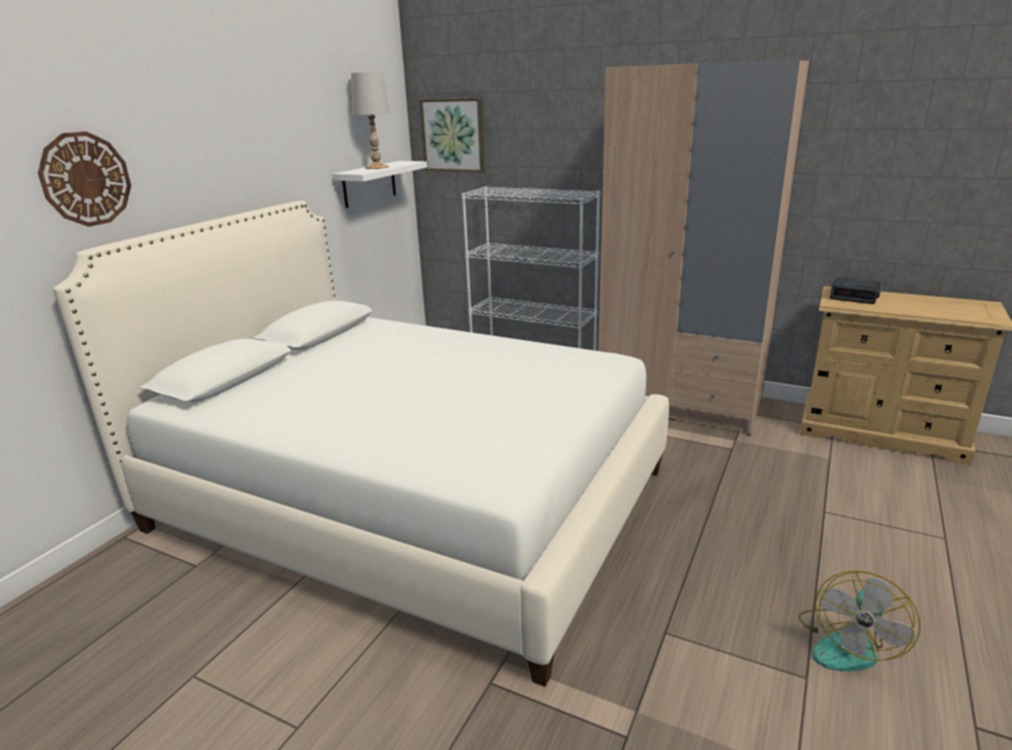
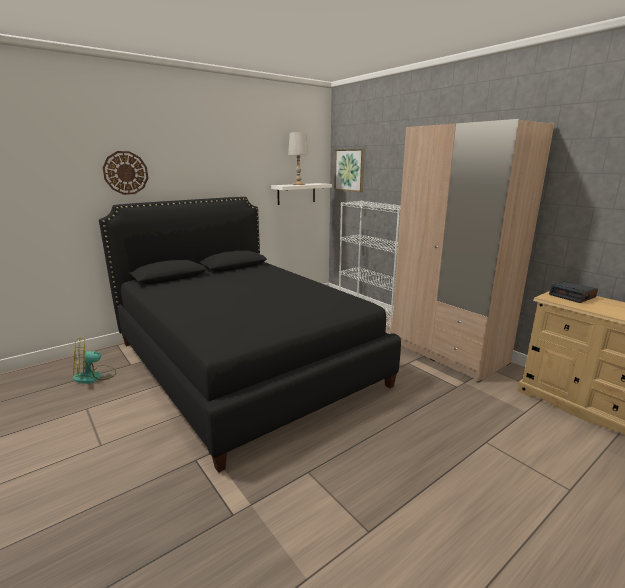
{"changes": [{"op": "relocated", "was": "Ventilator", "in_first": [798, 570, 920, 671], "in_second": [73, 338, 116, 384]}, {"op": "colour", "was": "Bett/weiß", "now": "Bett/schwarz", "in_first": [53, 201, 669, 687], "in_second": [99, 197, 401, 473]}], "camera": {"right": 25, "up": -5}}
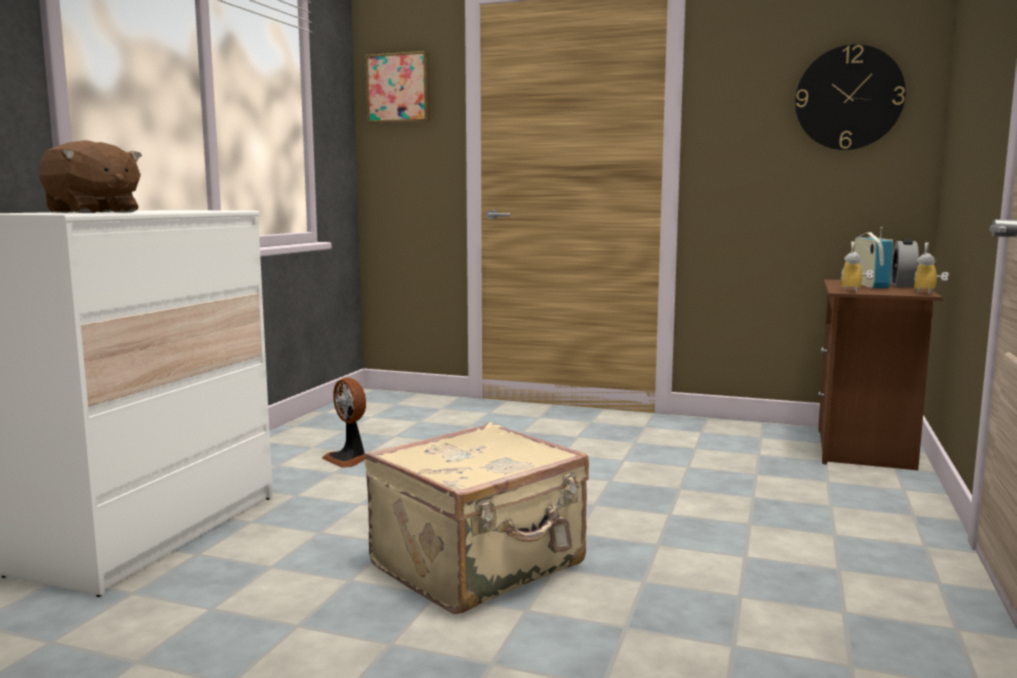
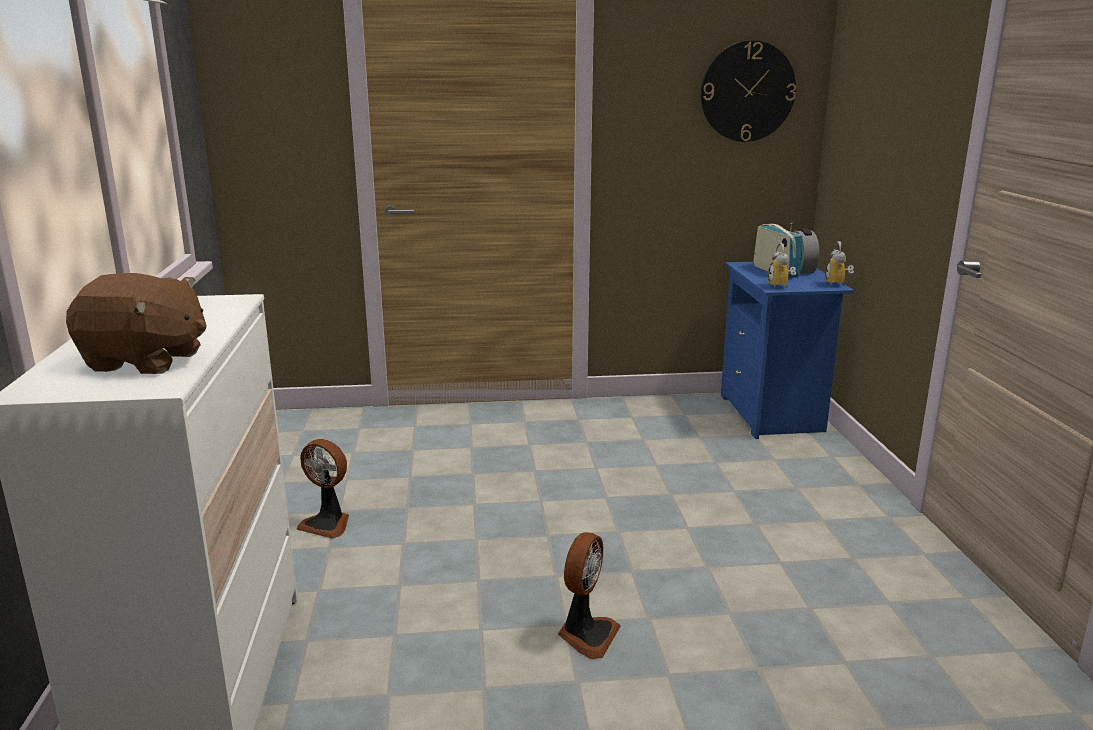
{"changes": [{"op": "exchanged", "was": "Koffer/beige", "now": "Ventilator", "in_first": [364, 422, 589, 614], "in_second": [558, 532, 621, 659]}, {"op": "colour", "was": "Nachttisch/braun", "now": "Nachttisch/blau", "in_first": [818, 279, 943, 470], "in_second": [721, 262, 854, 439]}, {"op": "missing", "was": "Bild", "in_first": [365, 51, 430, 123]}], "camera": {"right": -25, "up": 10}}
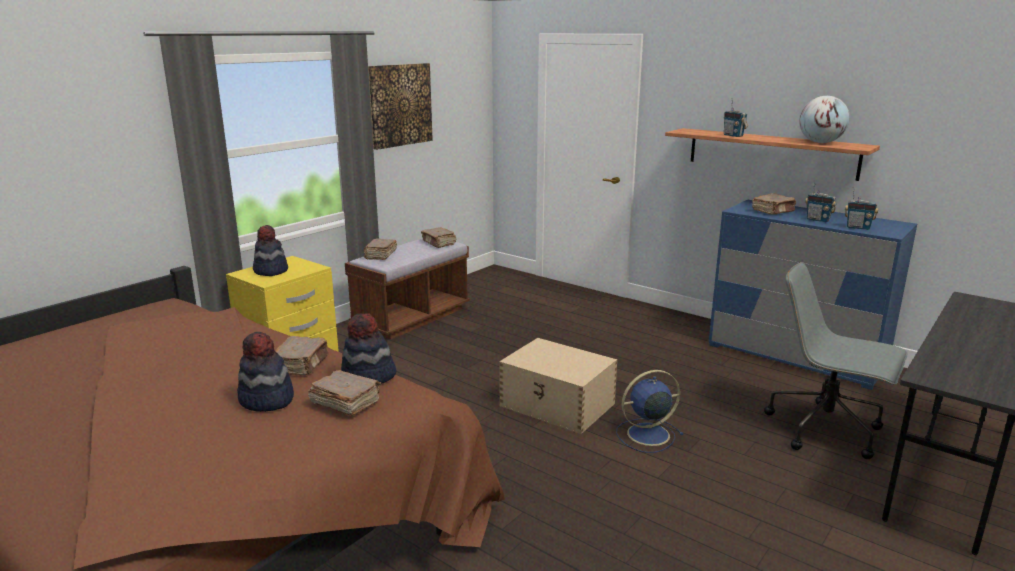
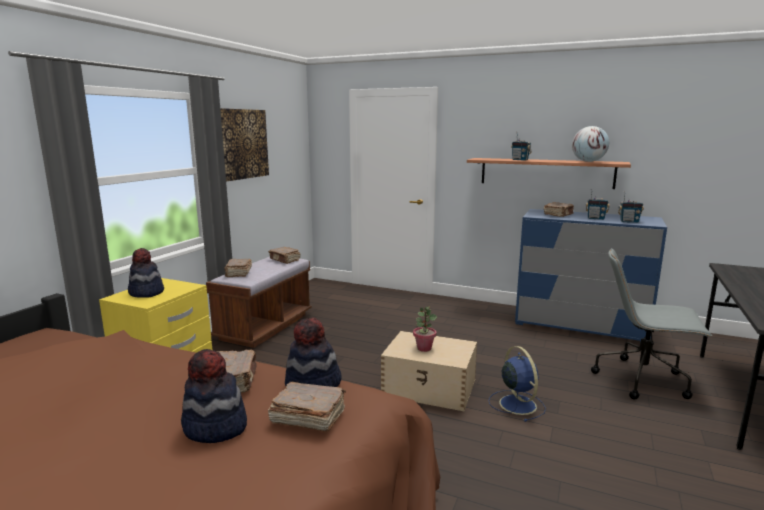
{"changes": [{"op": "appeared", "now": "Topfpflanze", "in_second": [413, 307, 437, 352]}, {"op": "spun", "was": "Ventilator/blau", "in_first": [616, 370, 684, 453], "in_second": [488, 346, 546, 422], "clockwise": 105}], "camera": {"right": -15, "up": -5}}
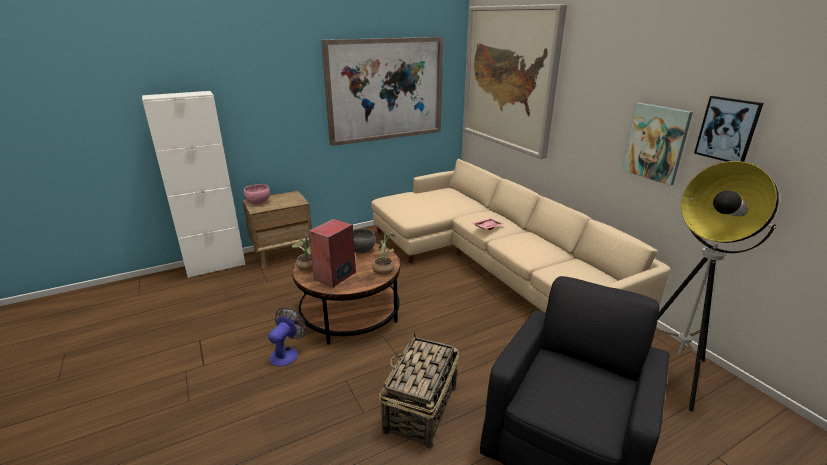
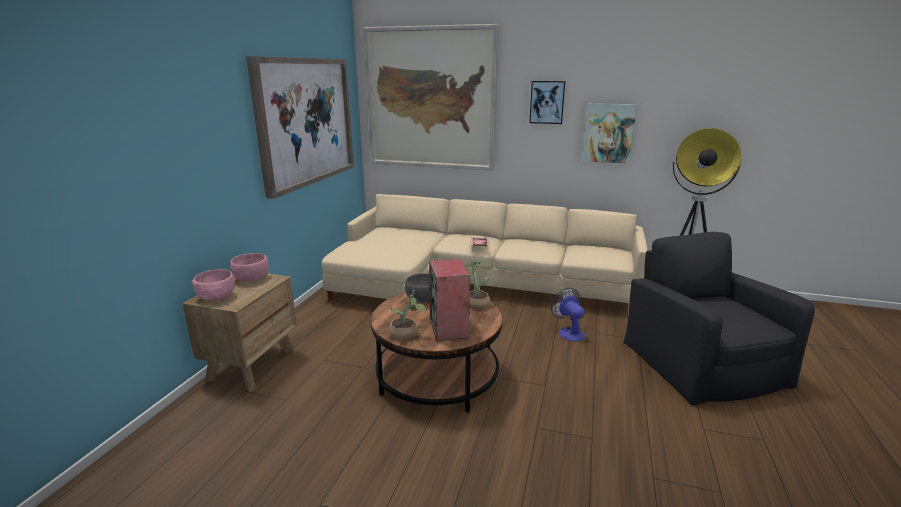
{"changes": [{"op": "appeared", "now": "Schüssel/rosa", "in_second": [230, 253, 269, 282]}, {"op": "relocated", "was": "Bild", "in_first": [694, 96, 764, 162], "in_second": [529, 81, 565, 124]}, {"op": "relocated", "was": "Ventilator", "in_first": [268, 307, 306, 366], "in_second": [551, 288, 585, 341]}, {"op": "missing", "was": "Schrank/weiß", "in_first": [142, 91, 245, 278]}, {"op": "missing", "was": "Korb", "in_first": [379, 332, 459, 449]}], "camera": {"right": -45, "up": -5}}
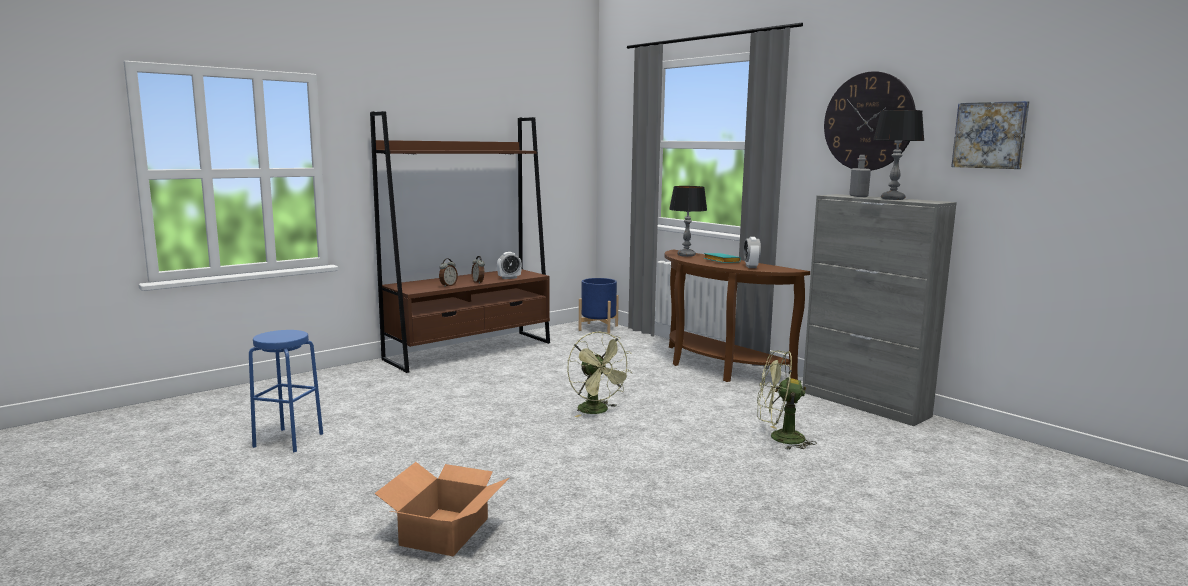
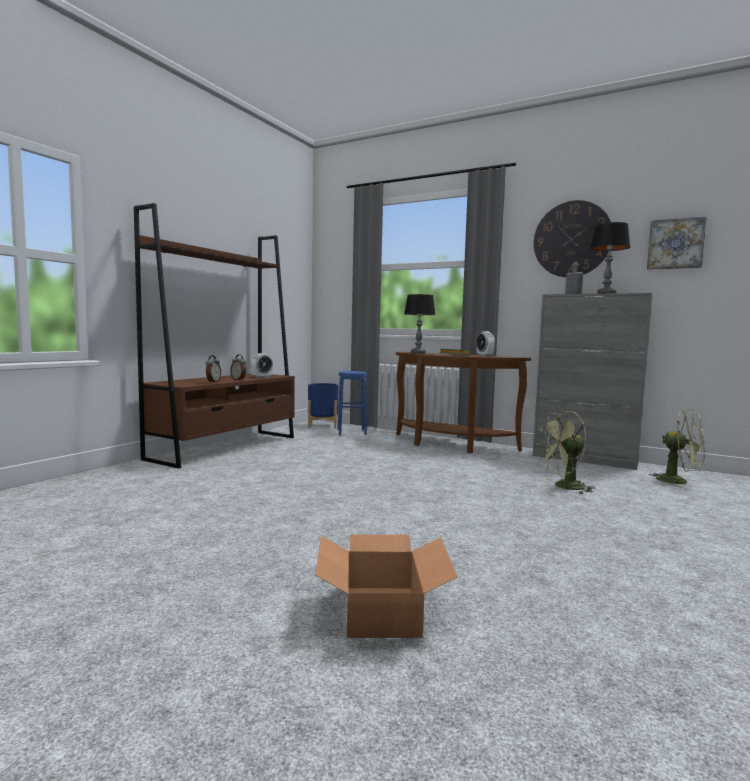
{"changes": [{"op": "relocated", "was": "Hocker/blau", "in_first": [249, 330, 323, 452], "in_second": [337, 371, 367, 435]}, {"op": "relocated", "was": "Ventilator/grün", "in_first": [567, 331, 633, 417], "in_second": [649, 410, 705, 487]}], "camera": {"right": -20, "up": -5}}
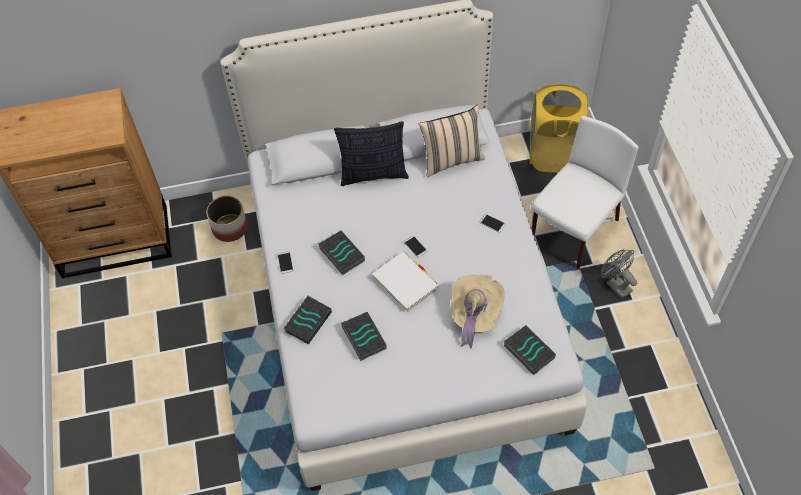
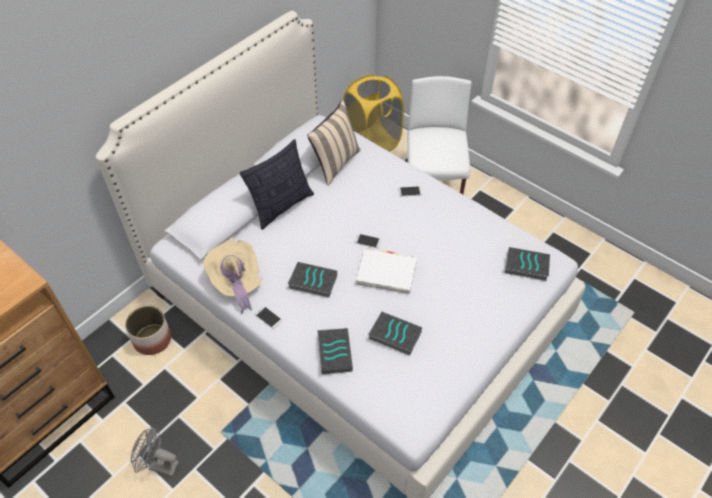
{"changes": [{"op": "relocated", "was": "Ventilator/grau", "in_first": [601, 250, 637, 299], "in_second": [131, 425, 179, 477]}, {"op": "relocated", "was": "Hut/beige", "in_first": [451, 275, 504, 349], "in_second": [203, 238, 263, 314]}], "camera": {"right": -40, "up": -5}}
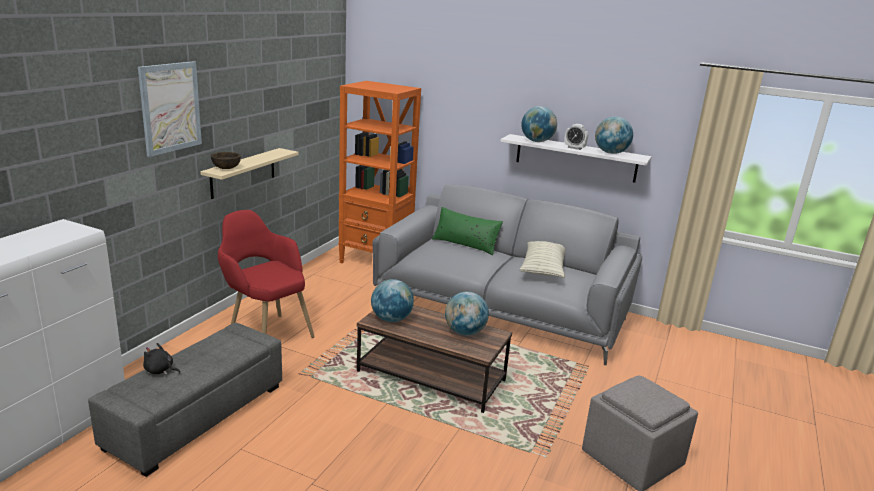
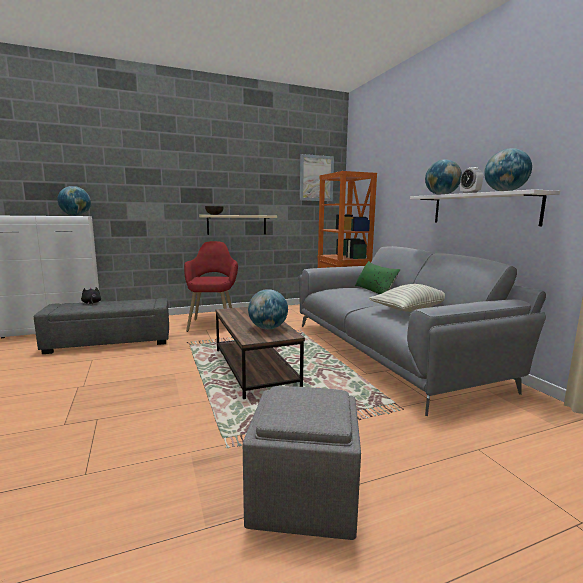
{"changes": [{"op": "relocated", "was": "Globus", "in_first": [371, 279, 414, 322], "in_second": [57, 186, 91, 216]}, {"op": "relocated", "was": "Bild", "in_first": [138, 61, 202, 157], "in_second": [300, 154, 334, 201]}], "camera": {"right": 45, "up": -10}}
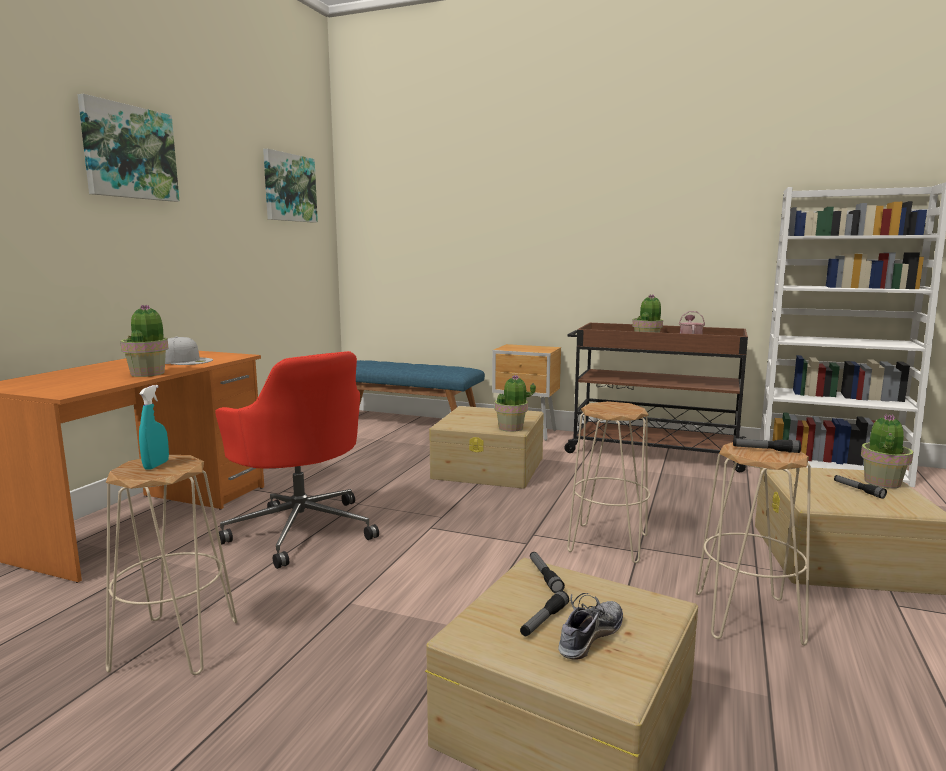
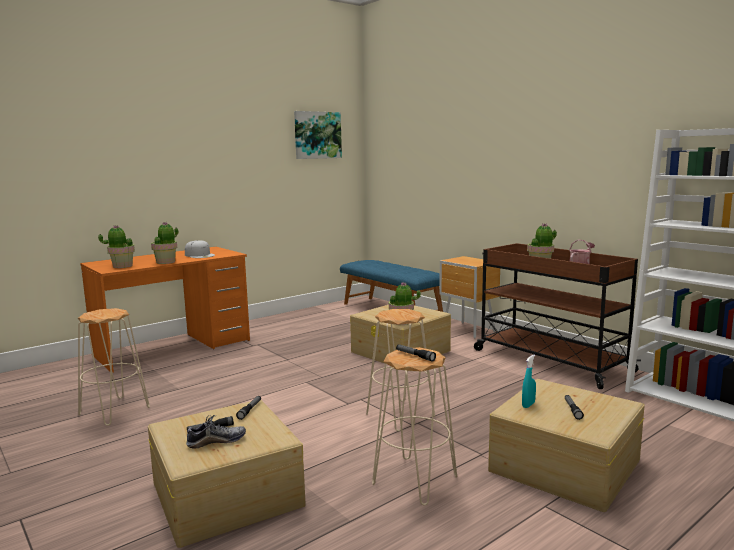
{"changes": [{"op": "relocated", "was": "Topfpflanze", "in_first": [861, 414, 913, 488], "in_second": [98, 225, 135, 268]}, {"op": "relocated", "was": "Sprühflasche/türkis", "in_first": [139, 385, 169, 470], "in_second": [522, 355, 536, 408]}, {"op": "missing", "was": "Bild", "in_first": [77, 94, 179, 202]}, {"op": "missing", "was": "Bürostuhl/rot", "in_first": [215, 351, 379, 569]}], "camera": {"right": 30, "up": 0}}
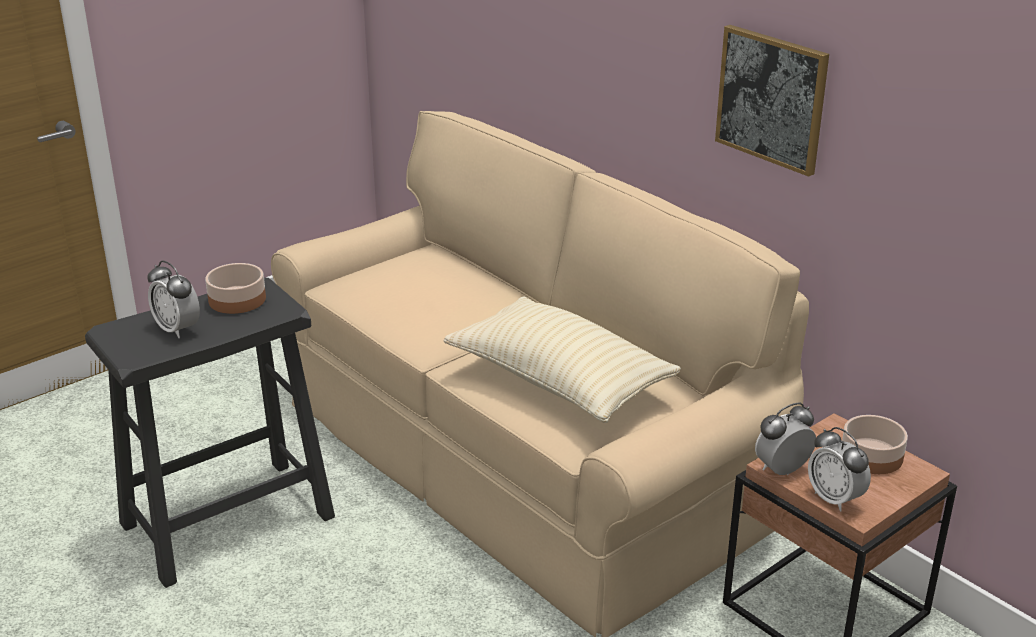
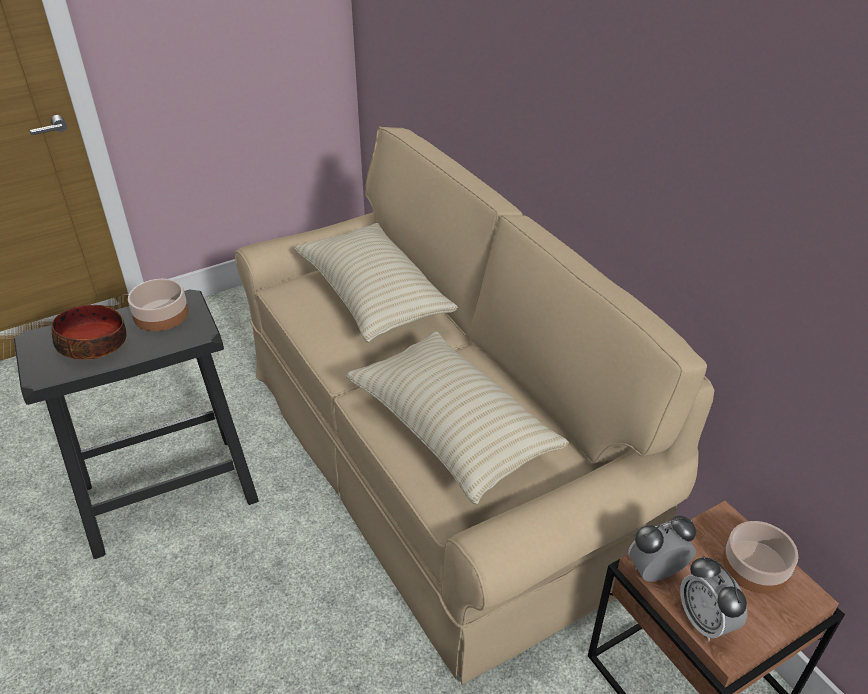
{"changes": [{"op": "exchanged", "was": "Wecker", "now": "Schüssel", "in_first": [147, 261, 200, 338], "in_second": [52, 305, 126, 360]}, {"op": "appeared", "now": "Kissen/beige", "in_second": [295, 223, 458, 342]}, {"op": "missing", "was": "Bild", "in_first": [715, 25, 829, 177]}], "camera": {"right": 10, "up": 10}}
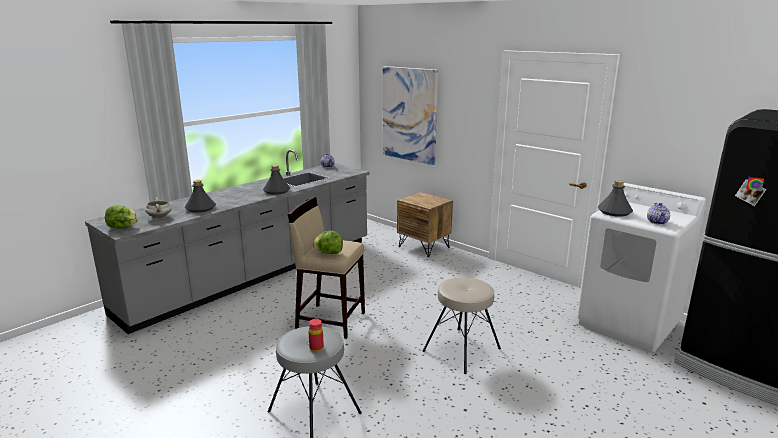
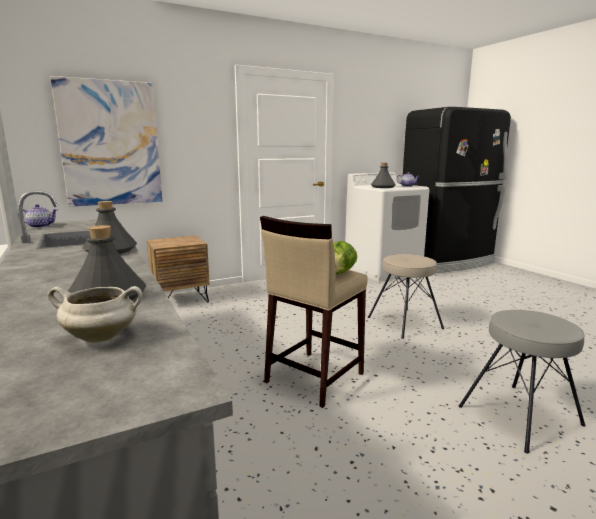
{"changes": [{"op": "missing", "was": "Salatkopf", "in_first": [105, 205, 138, 228]}, {"op": "missing", "was": "Flasche/rot", "in_first": [308, 319, 324, 352]}], "camera": {"right": -70, "up": -5}}
